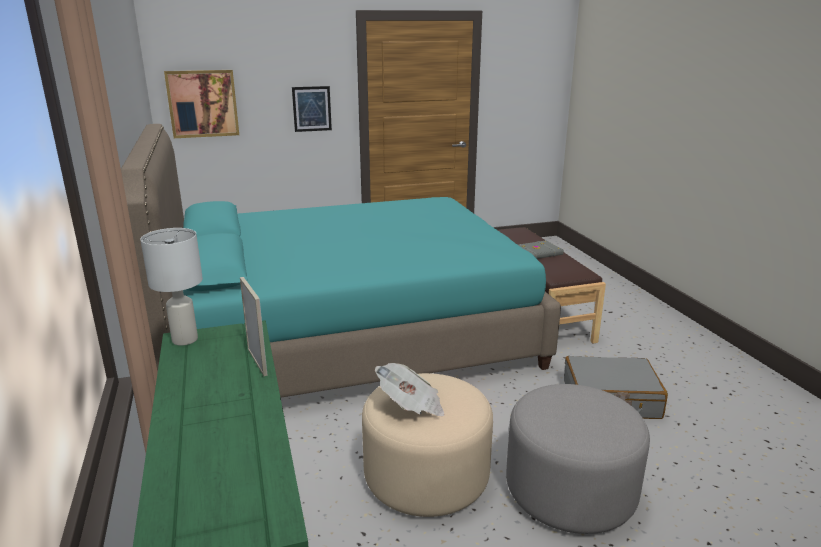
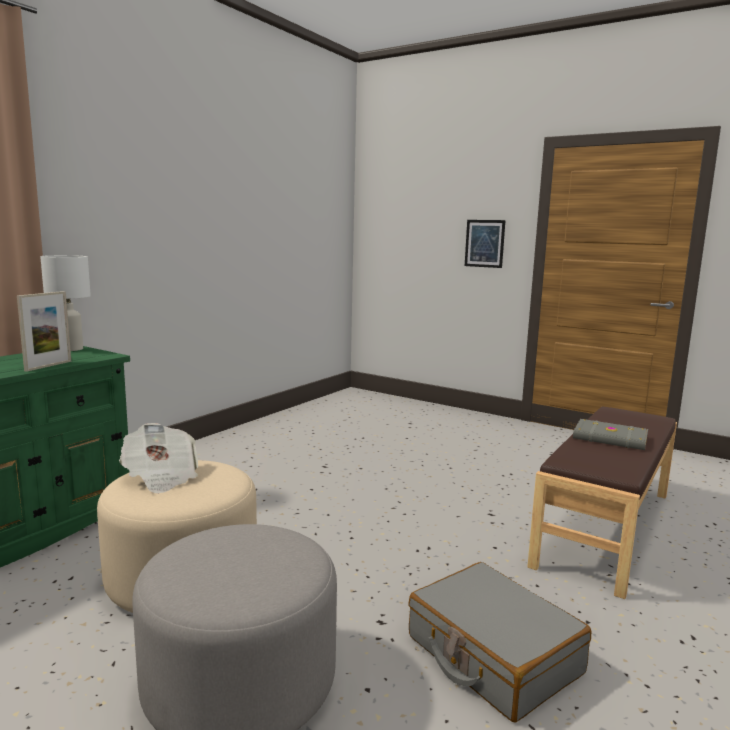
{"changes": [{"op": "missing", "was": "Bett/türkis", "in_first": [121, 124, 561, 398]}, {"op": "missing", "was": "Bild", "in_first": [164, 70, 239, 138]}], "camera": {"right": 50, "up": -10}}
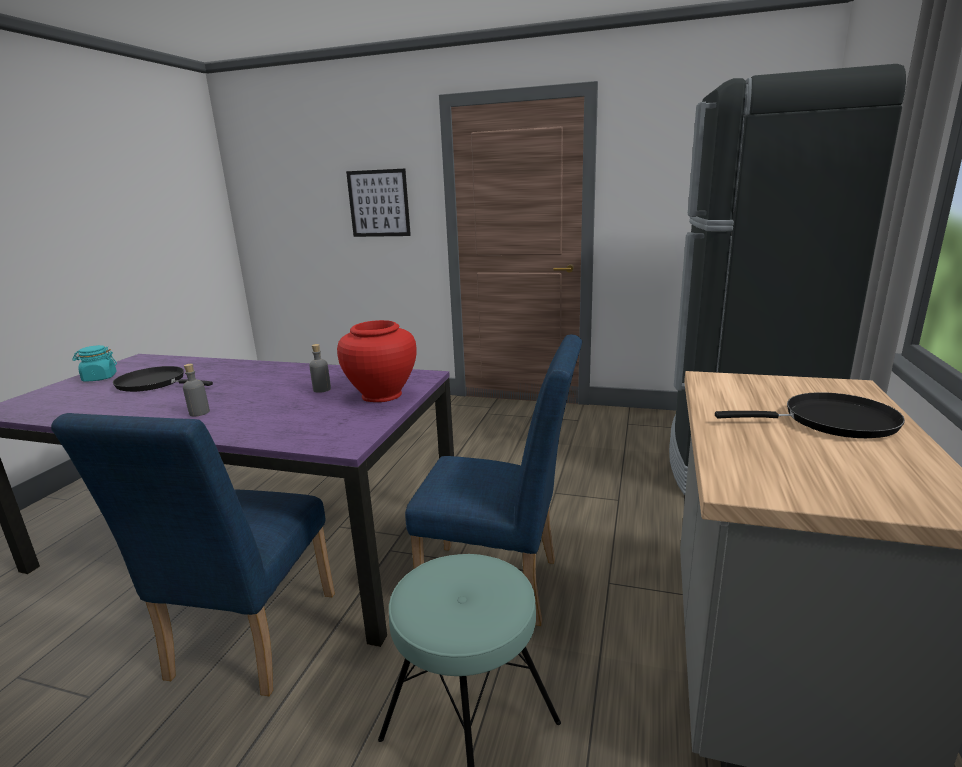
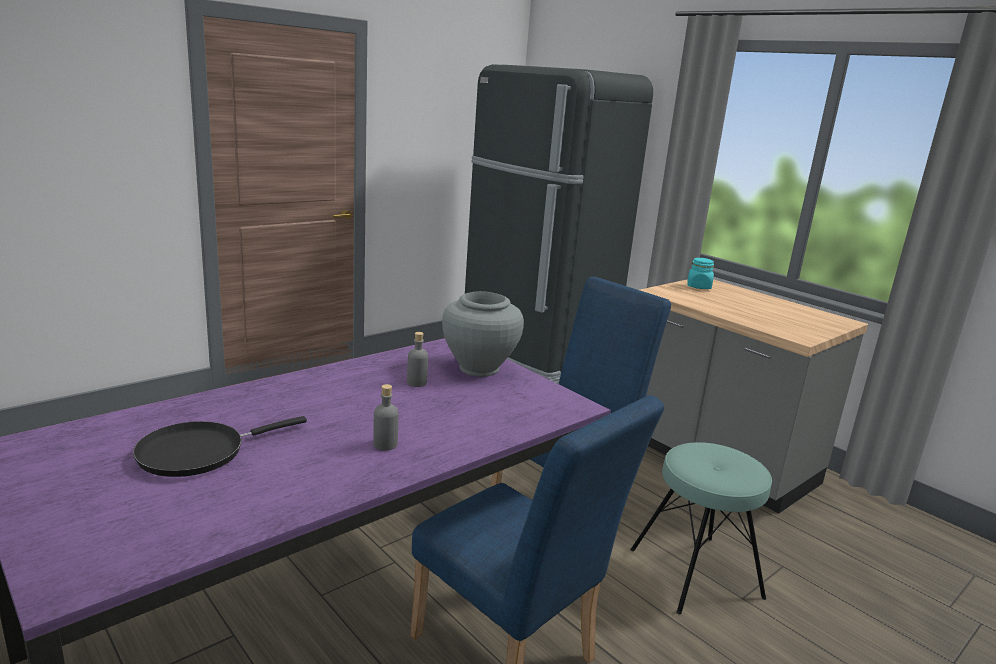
{"changes": [{"op": "colour", "was": "Vase/rot", "now": "Vase/grau", "in_first": [337, 320, 417, 402], "in_second": [442, 291, 524, 377]}, {"op": "relocated", "was": "Vorratsglas/türkis", "in_first": [72, 345, 117, 382], "in_second": [687, 258, 714, 289]}, {"op": "missing", "was": "Bild", "in_first": [346, 169, 411, 237]}, {"op": "missing", "was": "Pfanne/schwarz", "in_first": [715, 392, 905, 438]}], "camera": {"right": -60, "up": 0}}
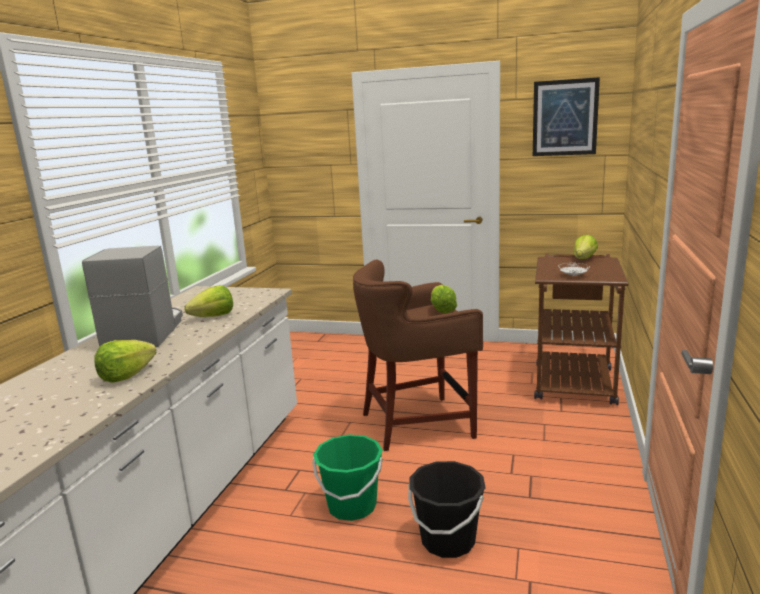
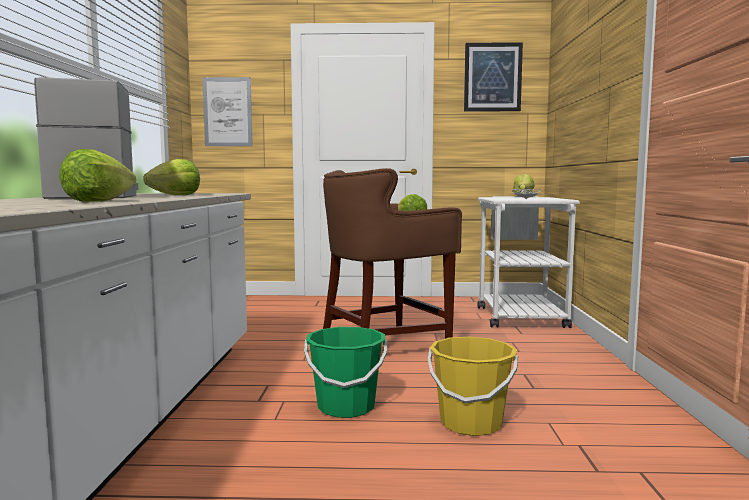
{"changes": [{"op": "appeared", "now": "Bild", "in_second": [202, 77, 253, 146]}, {"op": "colour", "was": "Eimer/schwarz", "now": "Eimer/gelb", "in_first": [408, 461, 485, 558], "in_second": [428, 337, 518, 436]}, {"op": "colour", "was": "Rollwagen/braun", "now": "Rollwagen/weiß", "in_first": [534, 253, 628, 405], "in_second": [477, 196, 580, 328]}], "camera": {"right": -15, "up": -10}}
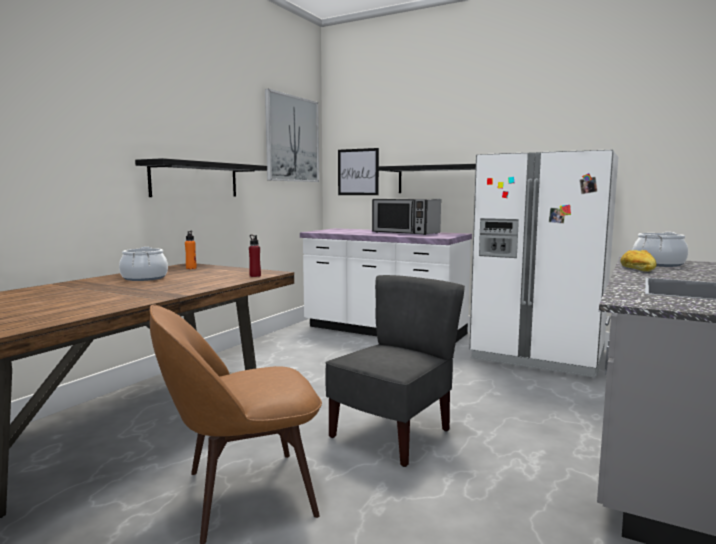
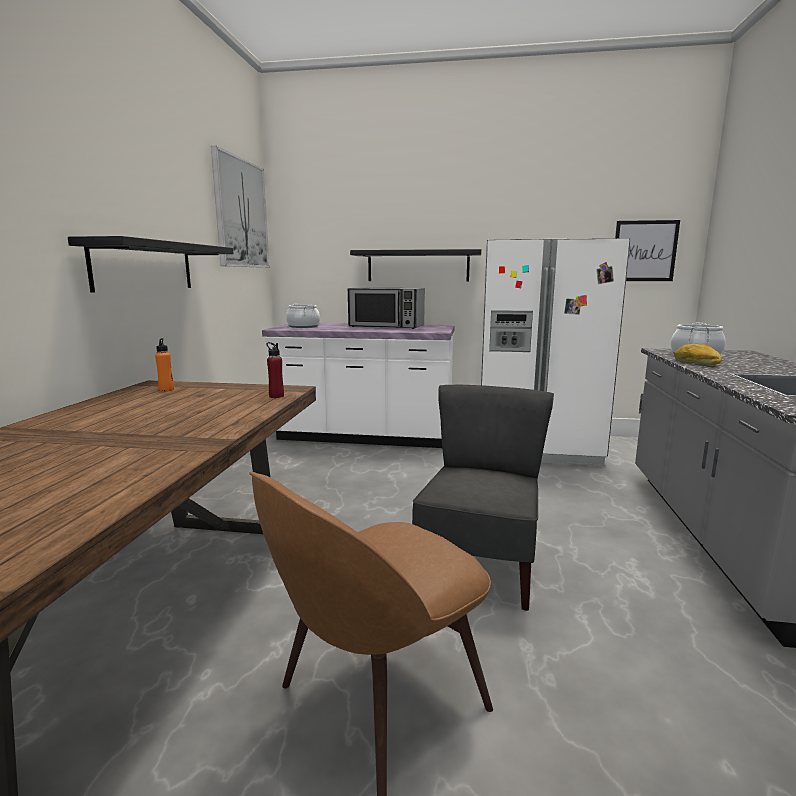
{"changes": [{"op": "relocated", "was": "Kochtopf", "in_first": [119, 247, 168, 281], "in_second": [286, 304, 320, 328]}, {"op": "relocated", "was": "Bild", "in_first": [338, 148, 379, 195], "in_second": [615, 220, 680, 281]}], "camera": {"right": -20, "up": 5}}
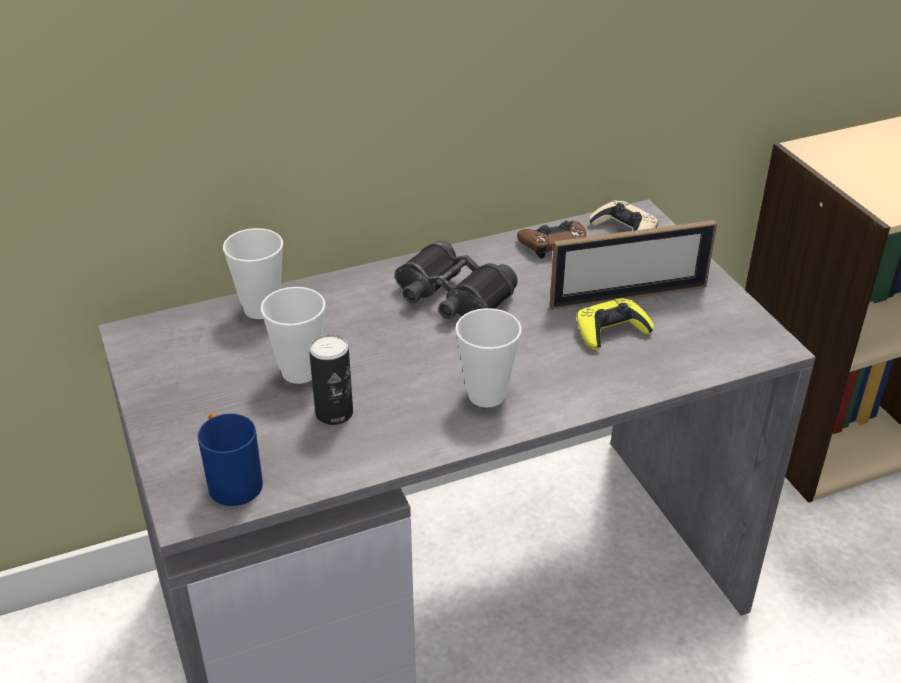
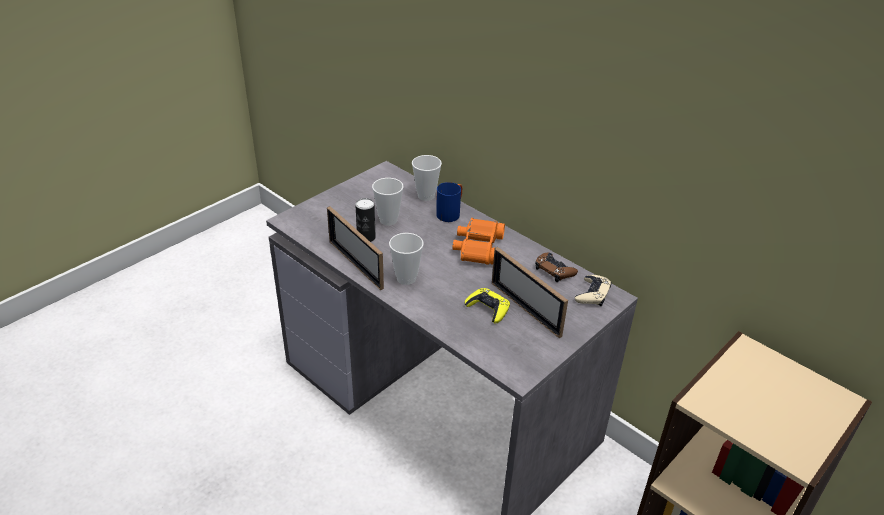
{"changes": [{"op": "appeared", "now": "Bilderrahmen", "in_second": [327, 206, 384, 290]}, {"op": "relocated", "was": "Henkelbecher/blau", "in_first": [197, 413, 263, 506], "in_second": [436, 182, 462, 222]}, {"op": "colour", "was": "Fernglas/schwarz", "now": "Fernglas/orange", "in_first": [395, 240, 518, 319], "in_second": [452, 218, 505, 265]}], "camera": {"right": 65, "up": 0}}
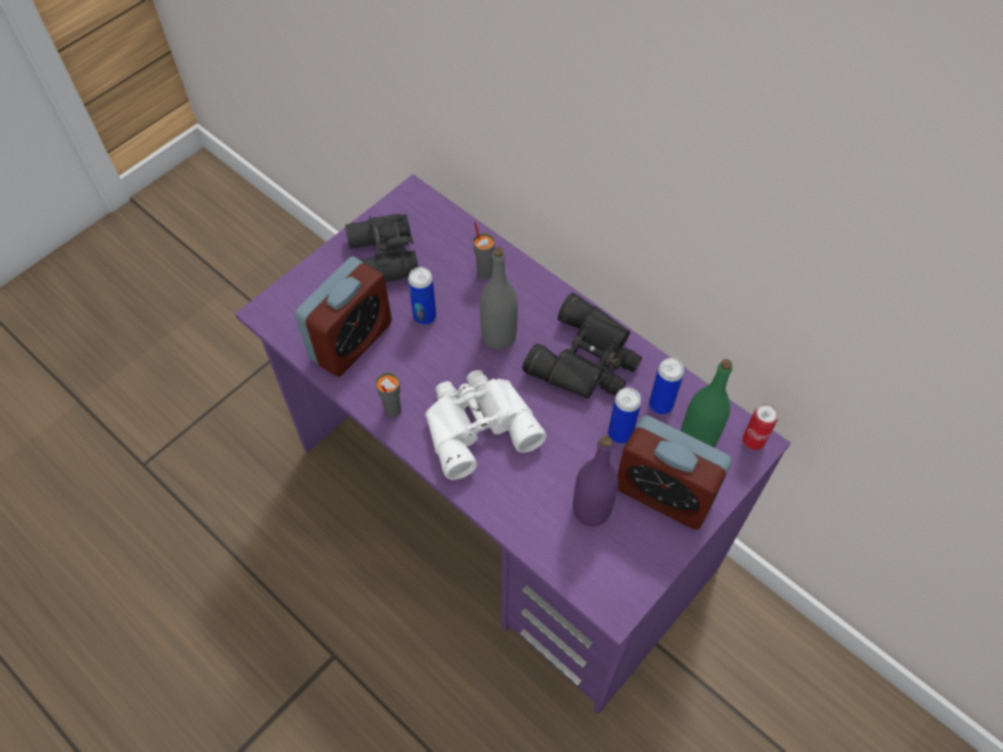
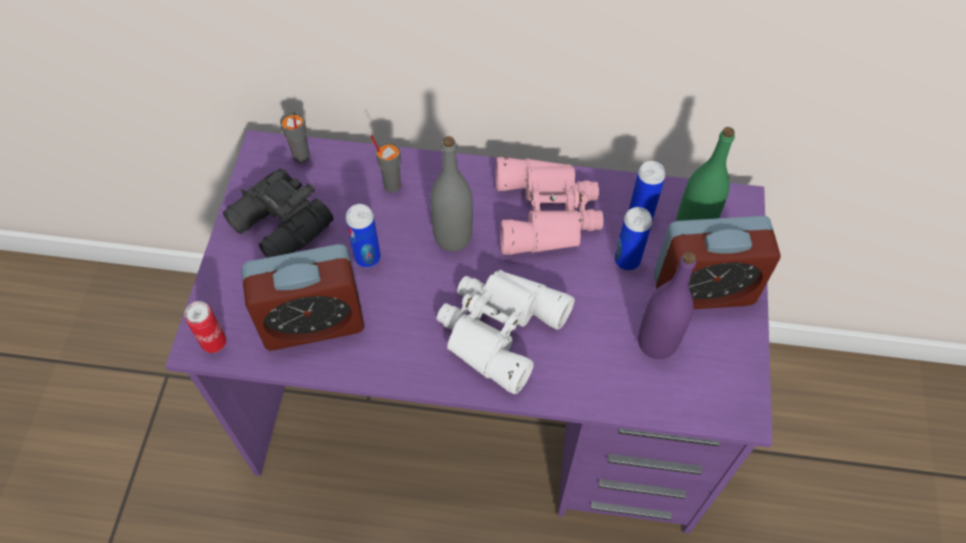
{"changes": [{"op": "relocated", "was": "Dose", "in_first": [743, 403, 779, 450], "in_second": [184, 301, 226, 353]}, {"op": "spun", "was": "Wecker", "in_first": [295, 256, 392, 377], "in_second": [241, 244, 364, 350], "clockwise": 75}, {"op": "relocated", "was": "Tasse/grau", "in_first": [375, 372, 401, 417], "in_second": [280, 112, 310, 163]}, {"op": "colour", "was": "Fernglas/schwarz", "now": "Fernglas/rosa", "in_first": [522, 293, 642, 399], "in_second": [496, 157, 604, 255]}], "camera": {"right": -35, "up": 0}}
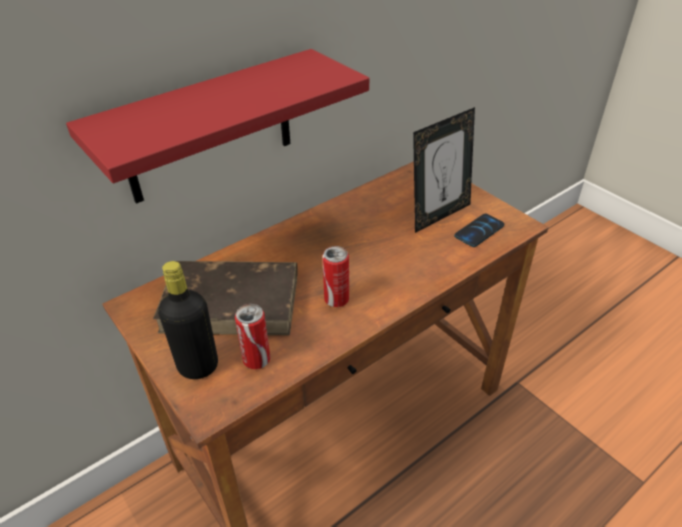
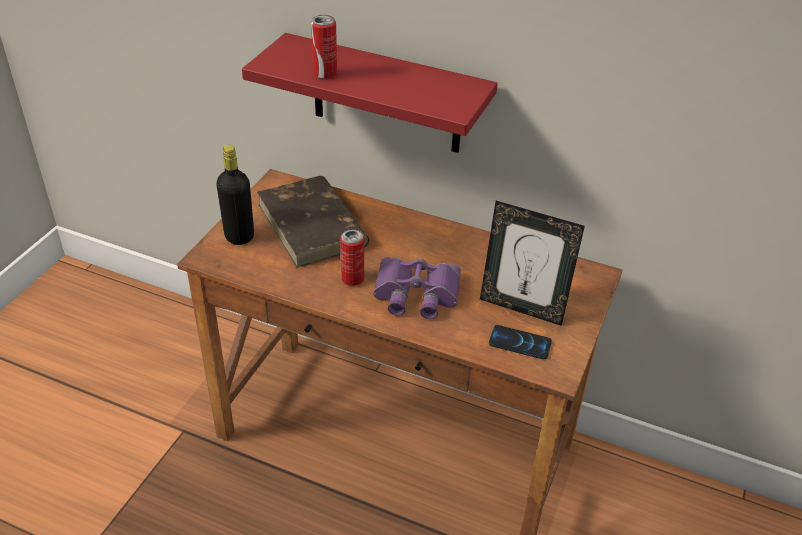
{"changes": [{"op": "relocated", "was": "Dose", "in_first": [235, 304, 270, 369], "in_second": [311, 15, 337, 79]}, {"op": "appeared", "now": "Fernglas/lila", "in_second": [373, 257, 461, 319]}], "camera": {"right": 60, "up": 0}}
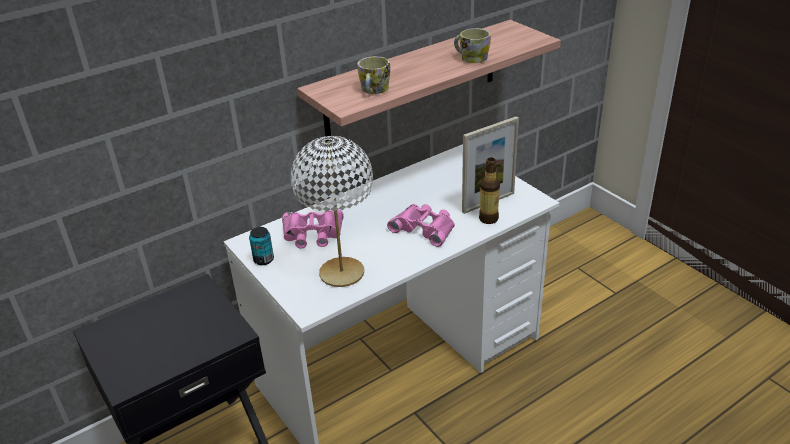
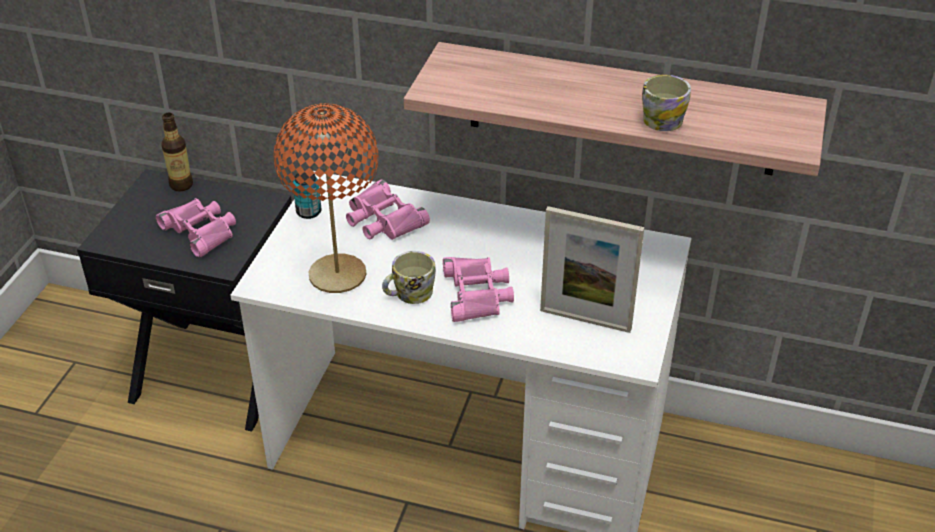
{"changes": [{"op": "appeared", "now": "Fernglas/rosa", "in_second": [156, 198, 236, 258]}, {"op": "relocated", "was": "Flasche", "in_first": [479, 157, 500, 224], "in_second": [161, 113, 193, 192]}, {"op": "colour", "was": "Tischlampe/weiß", "now": "Tischlampe/orange", "in_first": [291, 136, 373, 287], "in_second": [274, 103, 379, 293]}, {"op": "relocated", "was": "Henkelbecher", "in_first": [358, 56, 390, 94], "in_second": [382, 251, 436, 304]}], "camera": {"right": 50, "up": 5}}
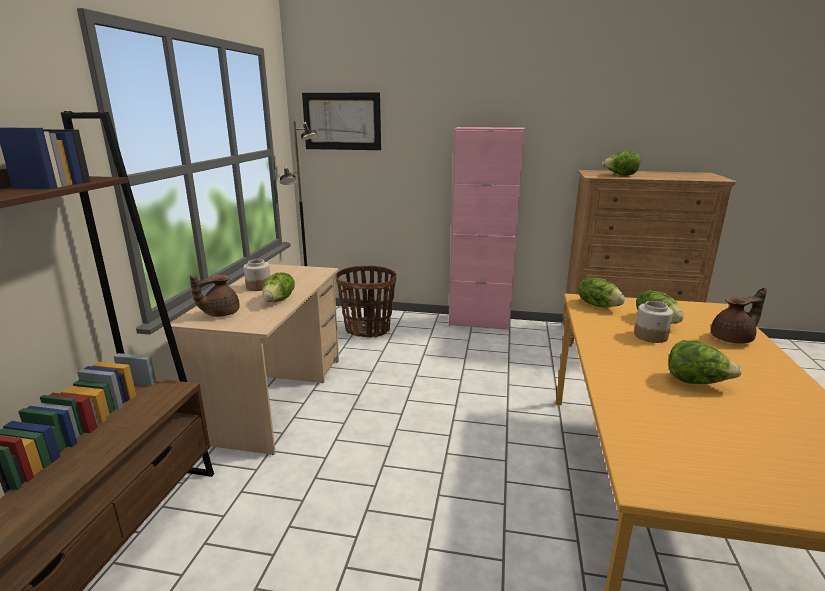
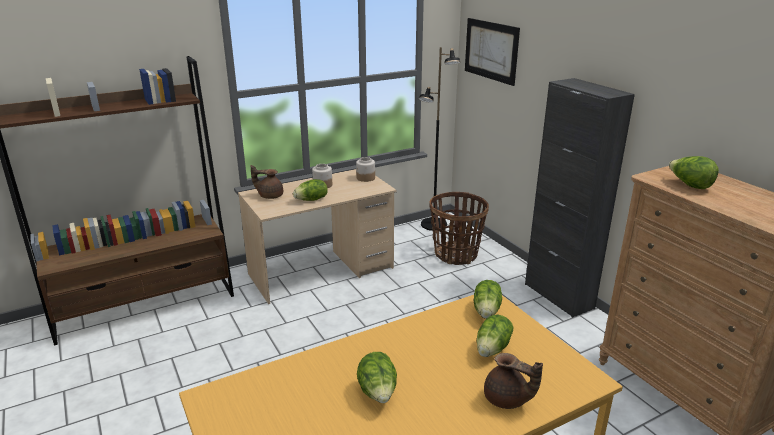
{"changes": [{"op": "relocated", "was": "Vorratsglas", "in_first": [634, 301, 673, 343], "in_second": [356, 157, 375, 182]}, {"op": "colour", "was": "Schrank/rosa", "now": "Schrank/schwarz", "in_first": [449, 127, 525, 331], "in_second": [525, 78, 635, 318]}], "camera": {"right": 50, "up": 5}}
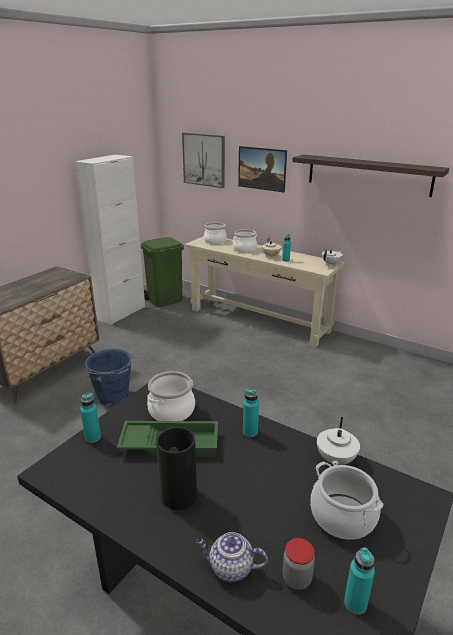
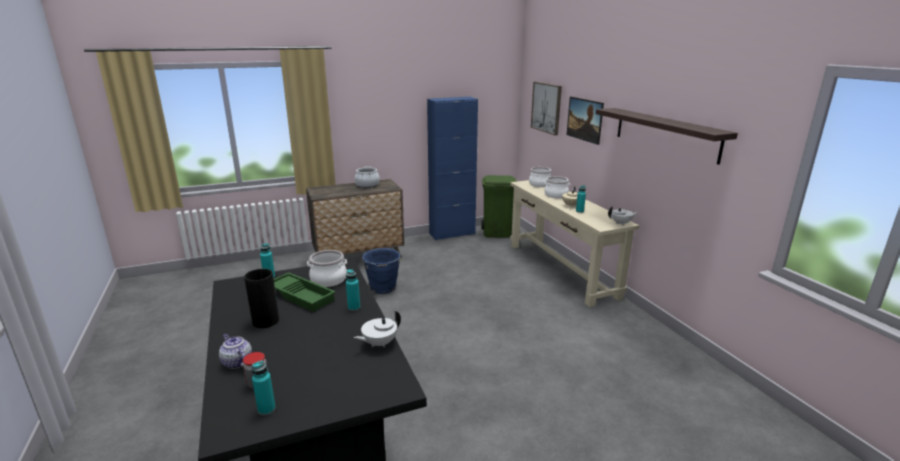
{"changes": [{"op": "relocated", "was": "Kochtopf", "in_first": [310, 462, 384, 540], "in_second": [355, 166, 380, 188]}, {"op": "colour", "was": "Schrank/weiß", "now": "Schrank/blau", "in_first": [75, 155, 145, 325], "in_second": [427, 97, 478, 240]}], "camera": {"right": 35, "up": -5}}
